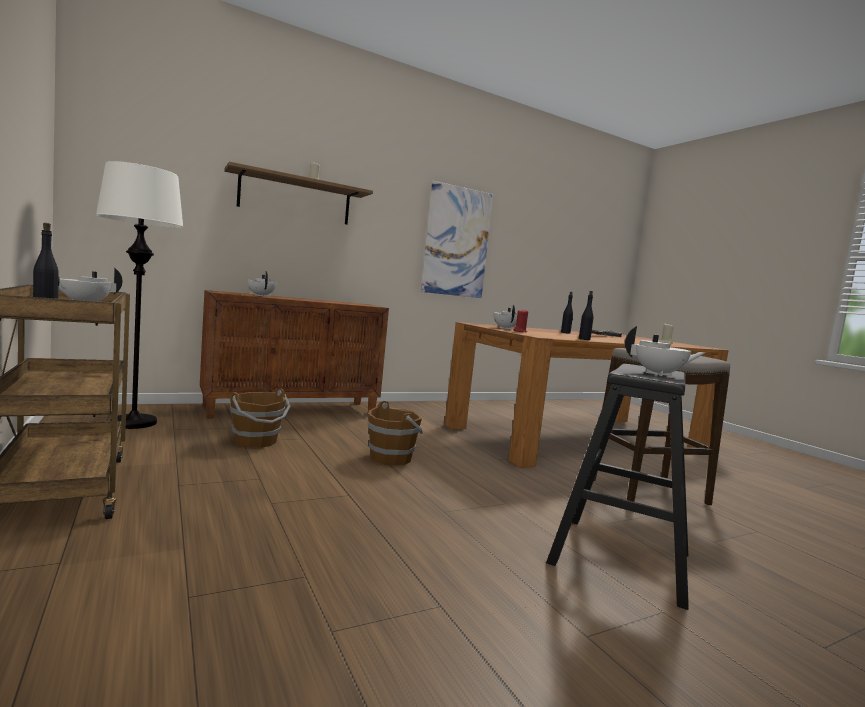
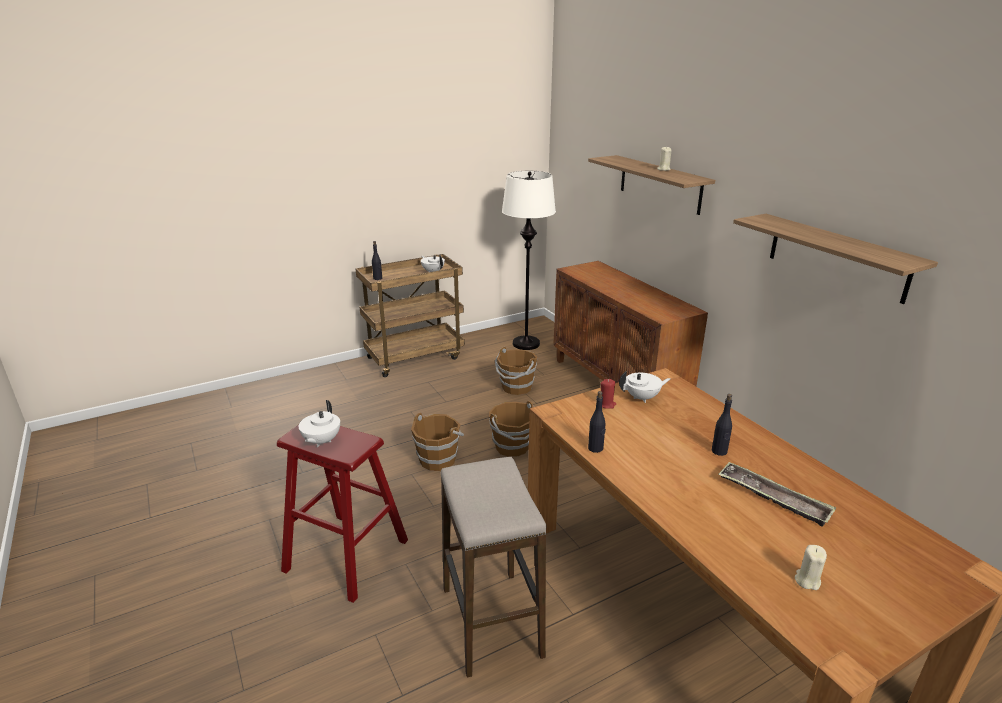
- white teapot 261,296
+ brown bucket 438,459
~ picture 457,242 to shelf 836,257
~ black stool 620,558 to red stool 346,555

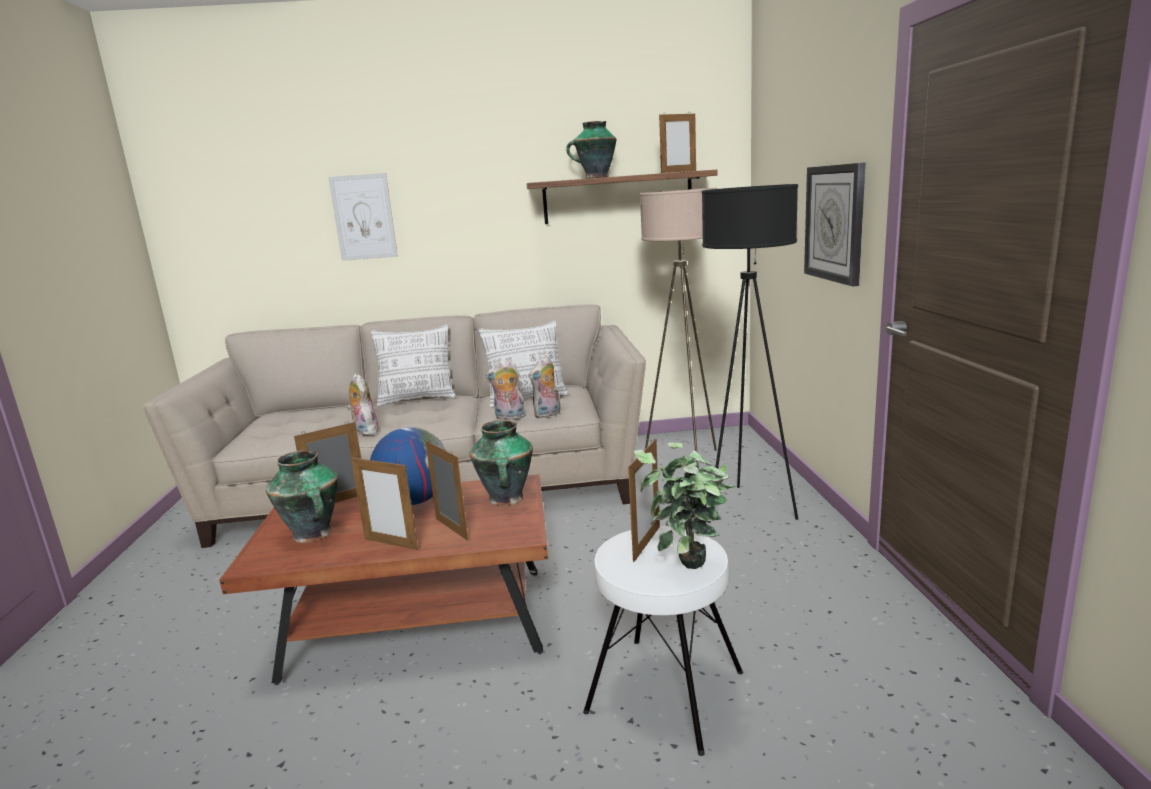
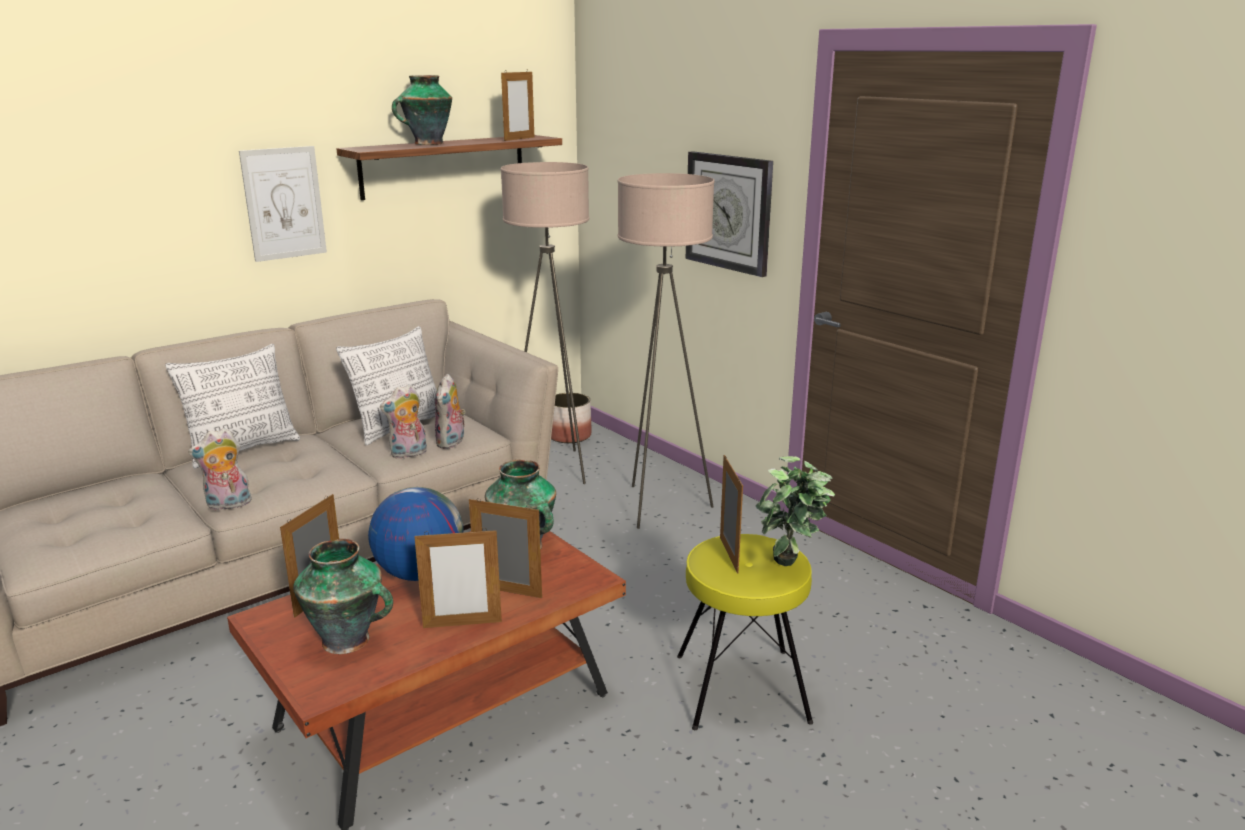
+ planter 570,436
~ picture 363,217 to 284,203
~ white stool 664,690 to yellow stool 740,687
~ black floor lamp 747,508 to beige floor lamp 660,506
~ plush toy 364,431 = 228,505 45 degrees counterclockwise

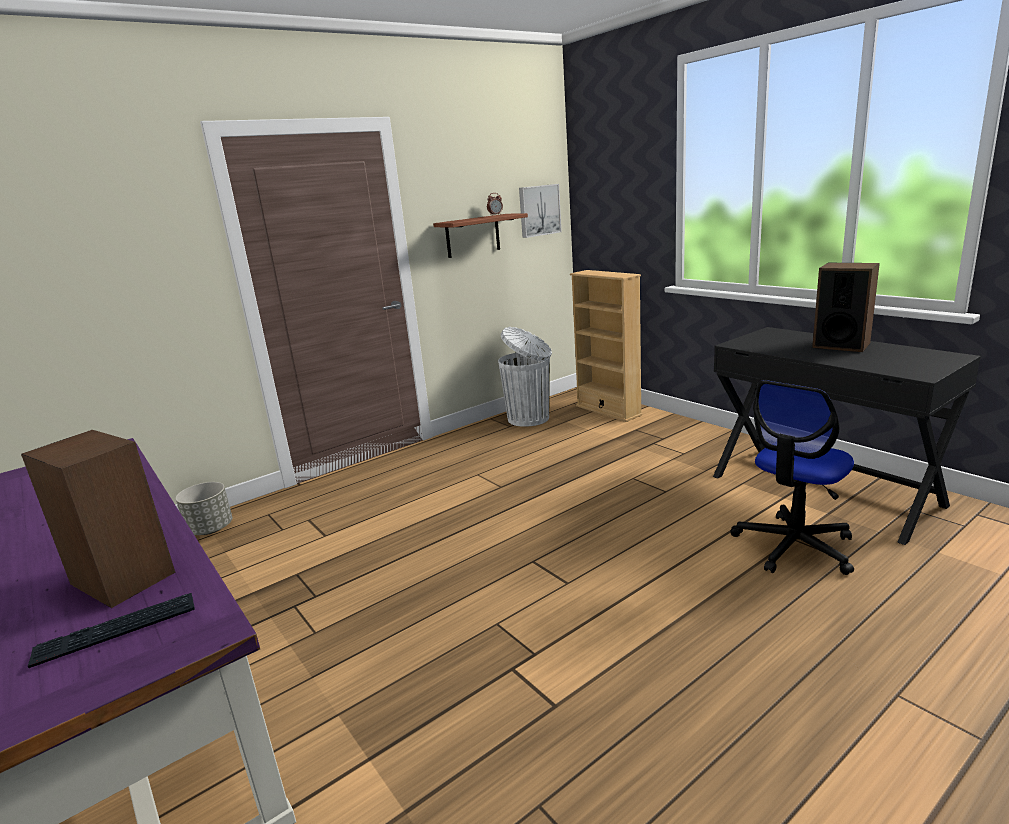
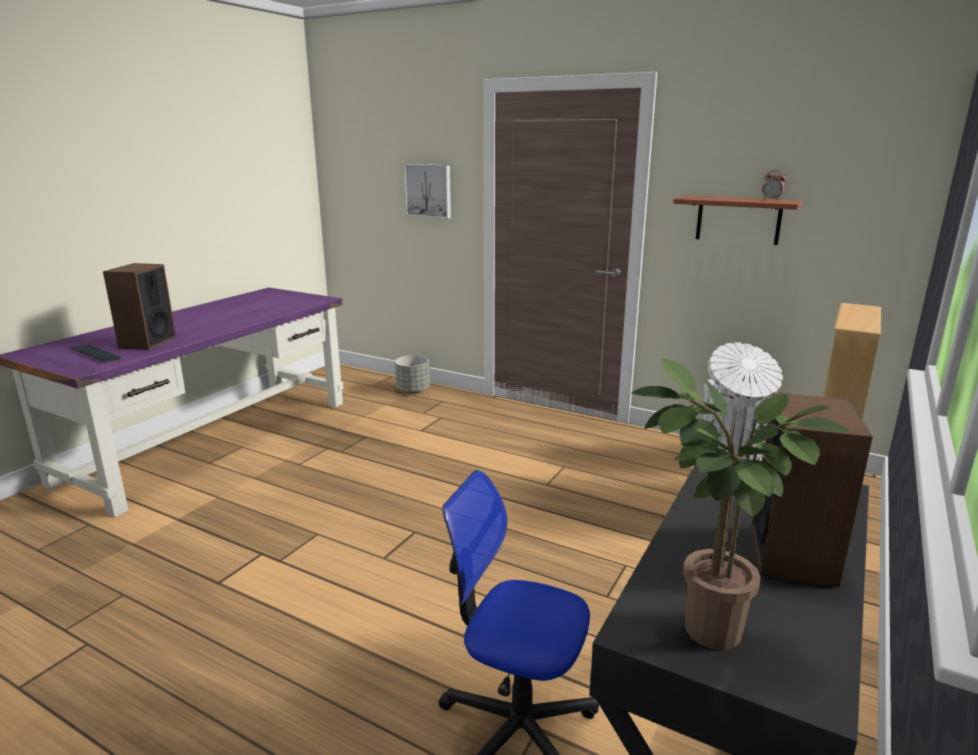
+ potted plant 705,633
~ picture 538,210 to 429,190

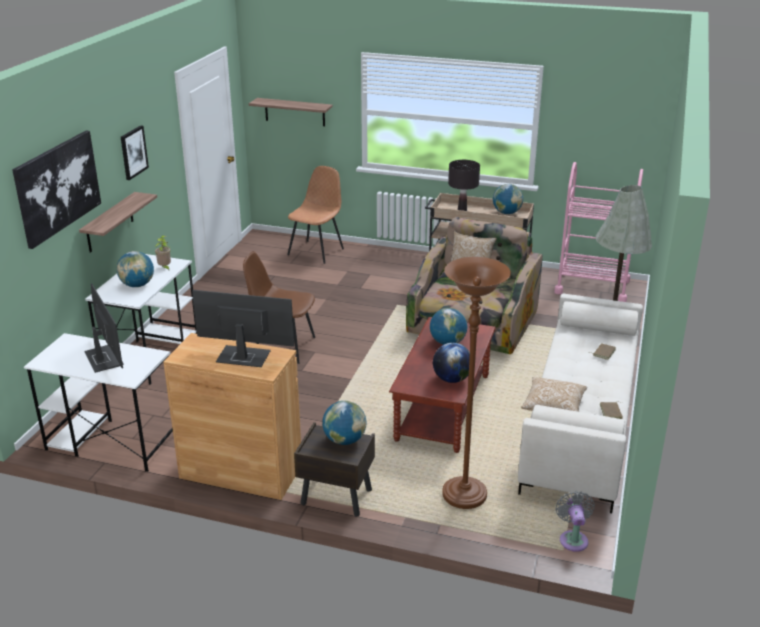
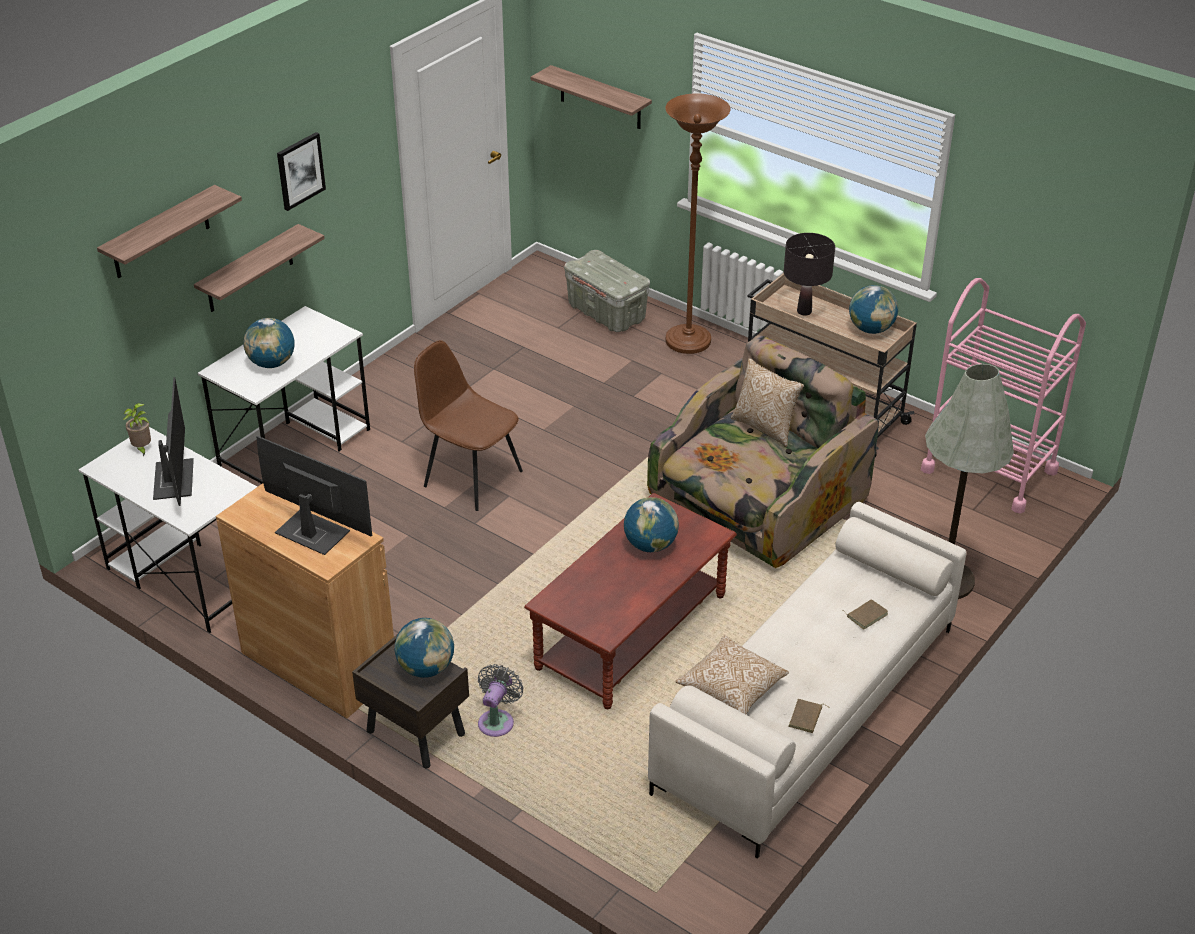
- globe 451,379
~ potted plant 165,268 to 142,449
~ brown floor lamp 464,495 to 688,342
~ grey fan 573,538 to 497,720
~ picture 58,187 to shelf 160,233
~ brown chair 316,251 to grey storage box 607,313

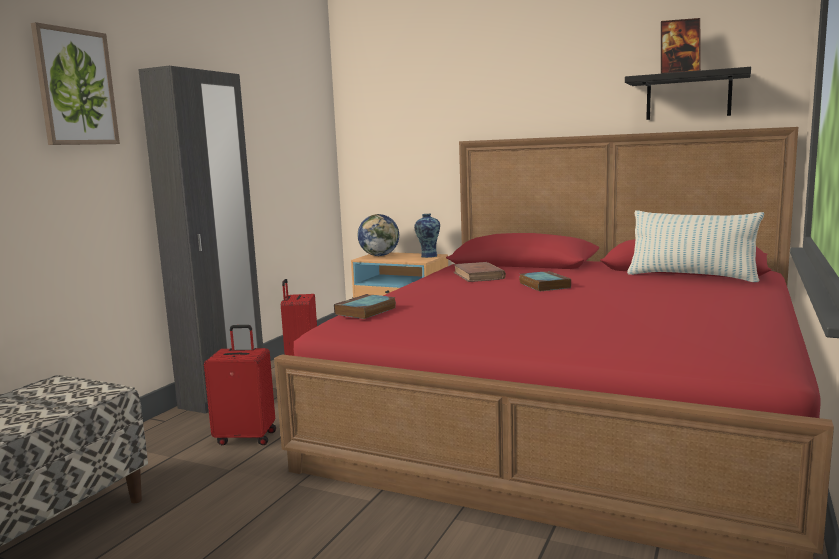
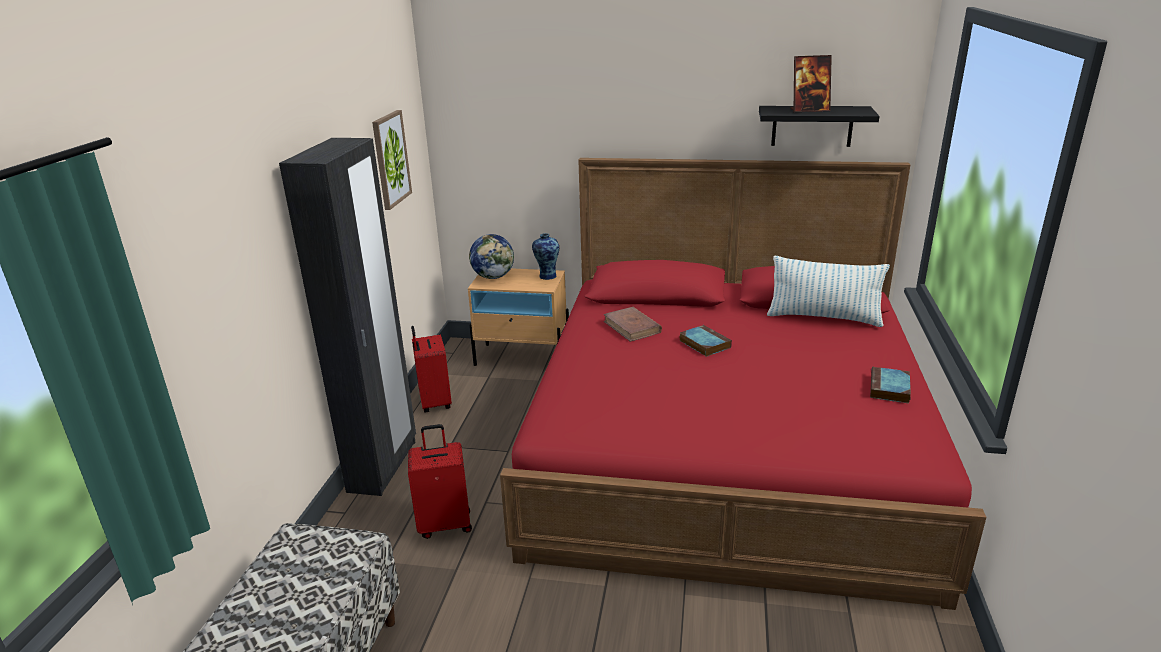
~ picture 75,87 to 390,159
~ book 365,311 to 889,389

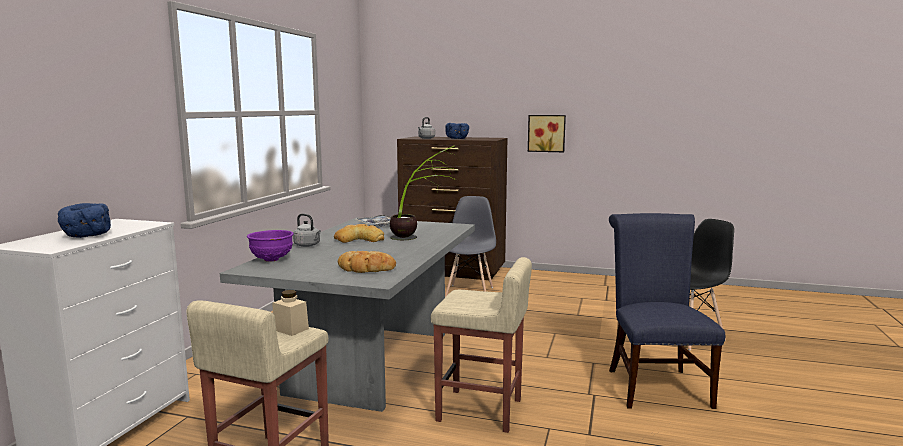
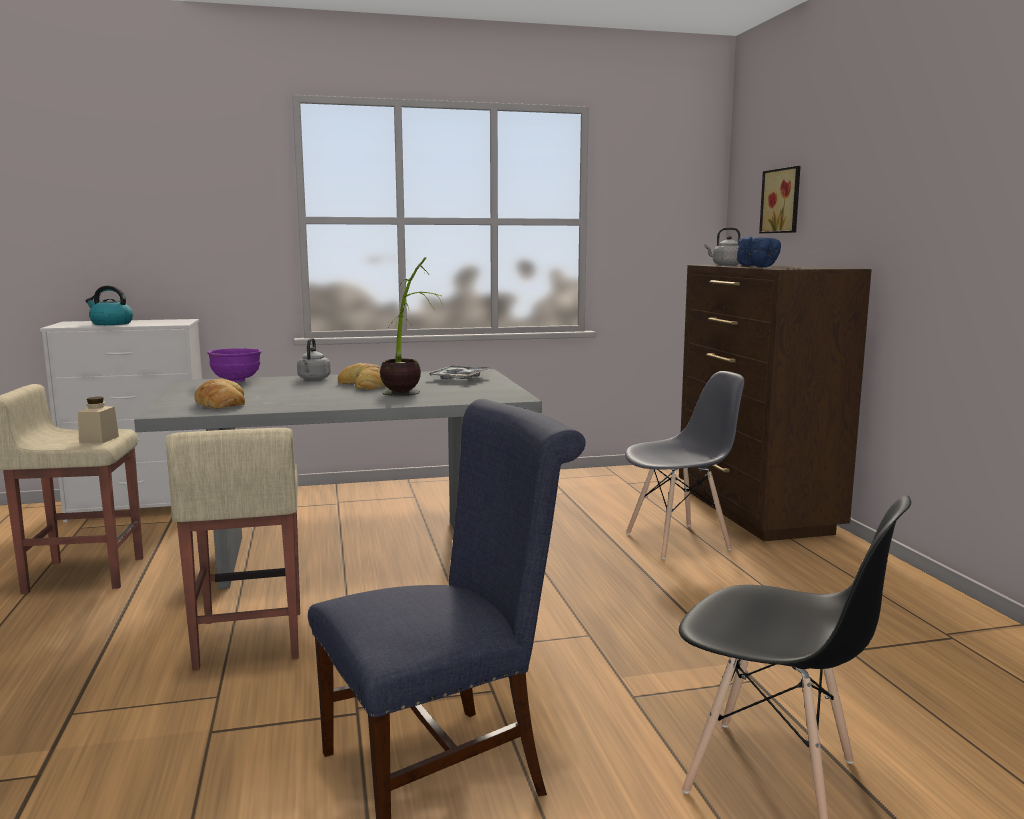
~ picture 546,133 to 783,201
~ blue bowl 86,236 to kettle 111,323

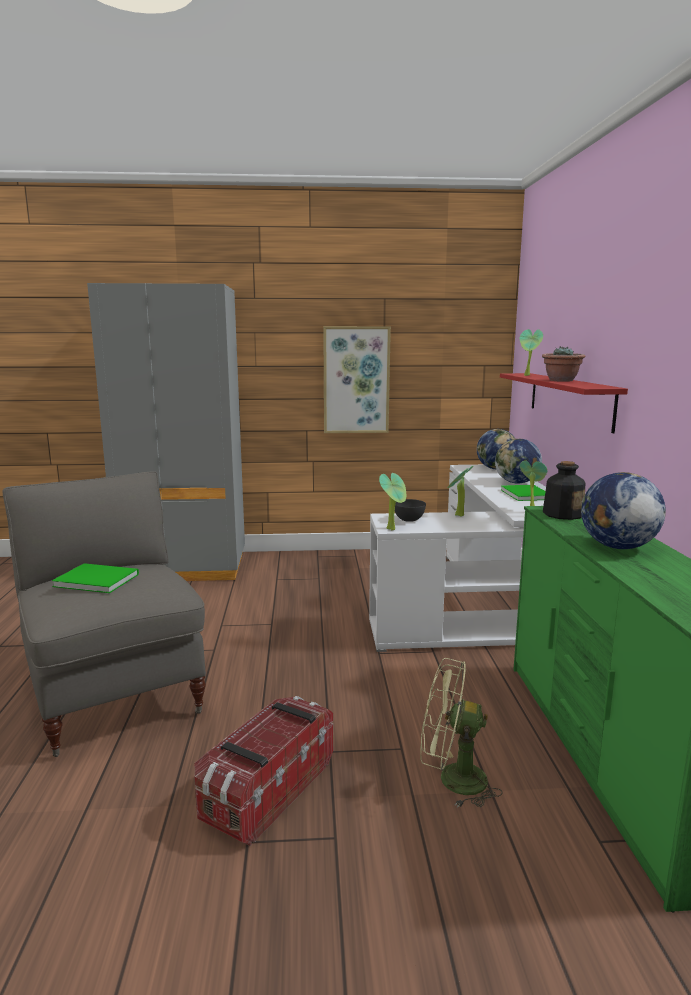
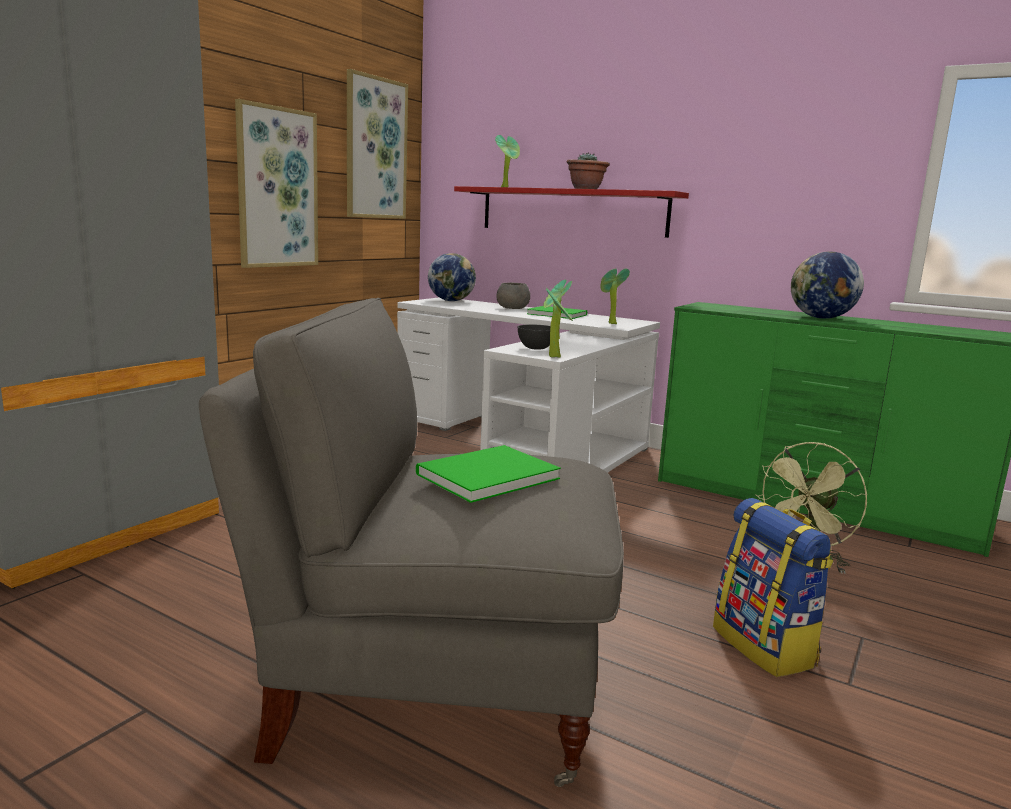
- bottle 562,514
+ picture 375,149
~ storage box 267,790 to backpack 765,646
~ globe 516,483 to grey bowl 513,308

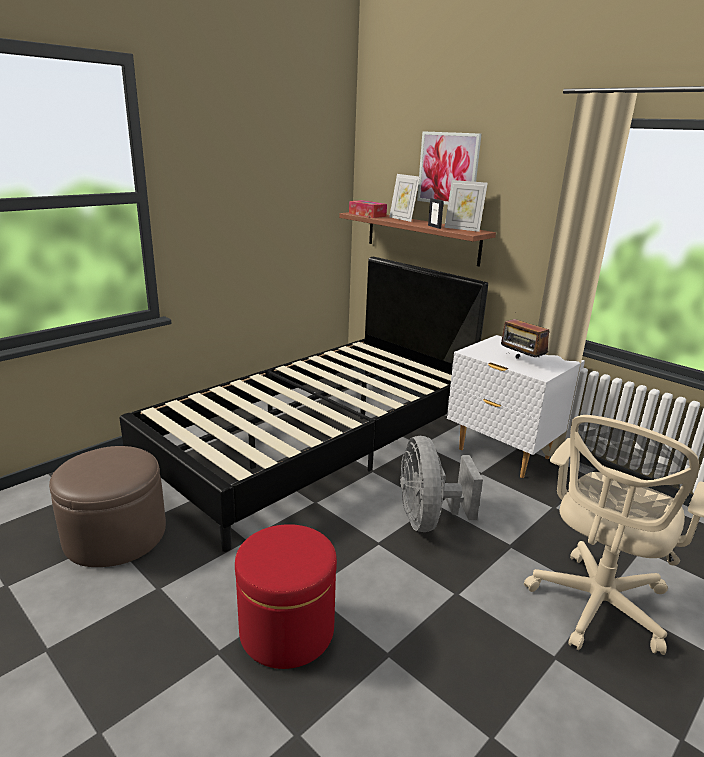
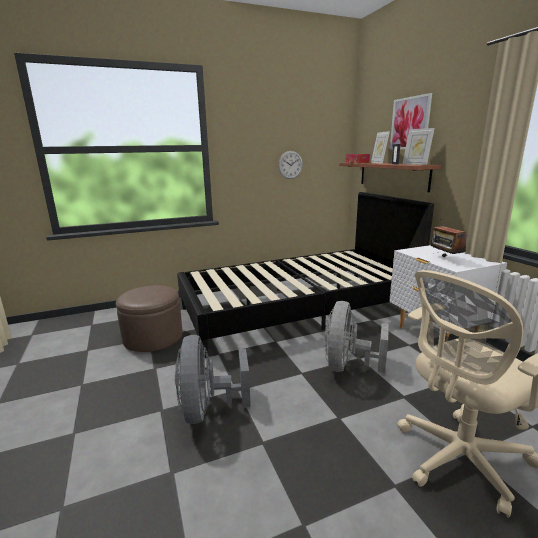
+ wall clock 290,165
~ red ottoman 287,630 to grey fan 208,409

